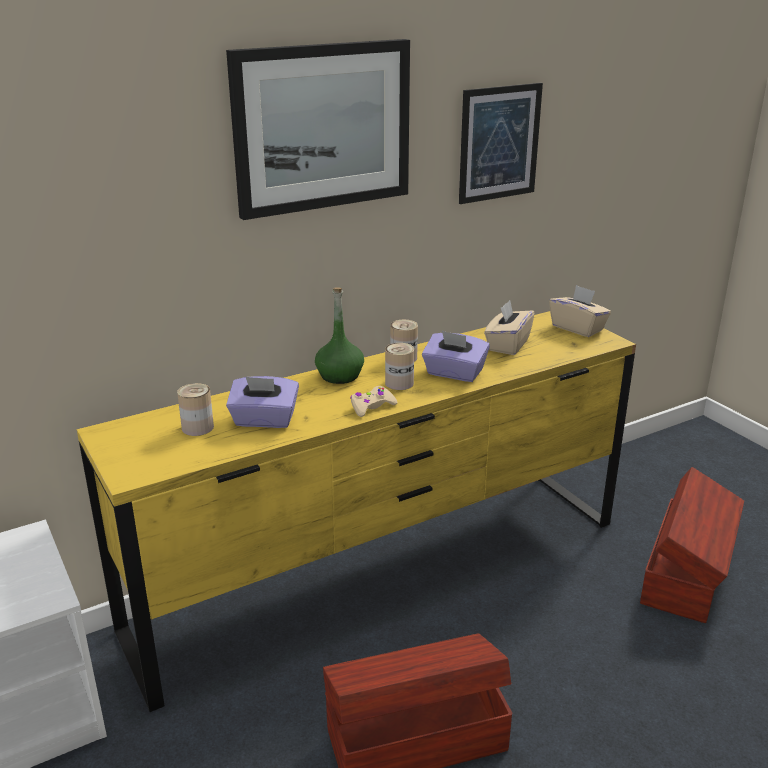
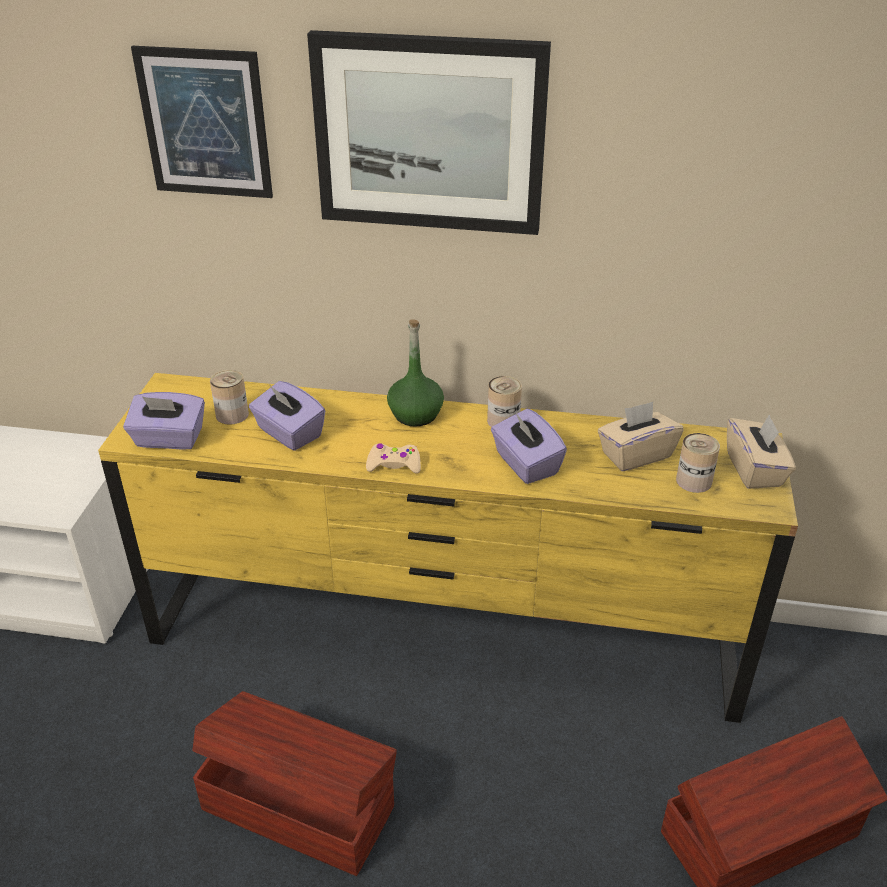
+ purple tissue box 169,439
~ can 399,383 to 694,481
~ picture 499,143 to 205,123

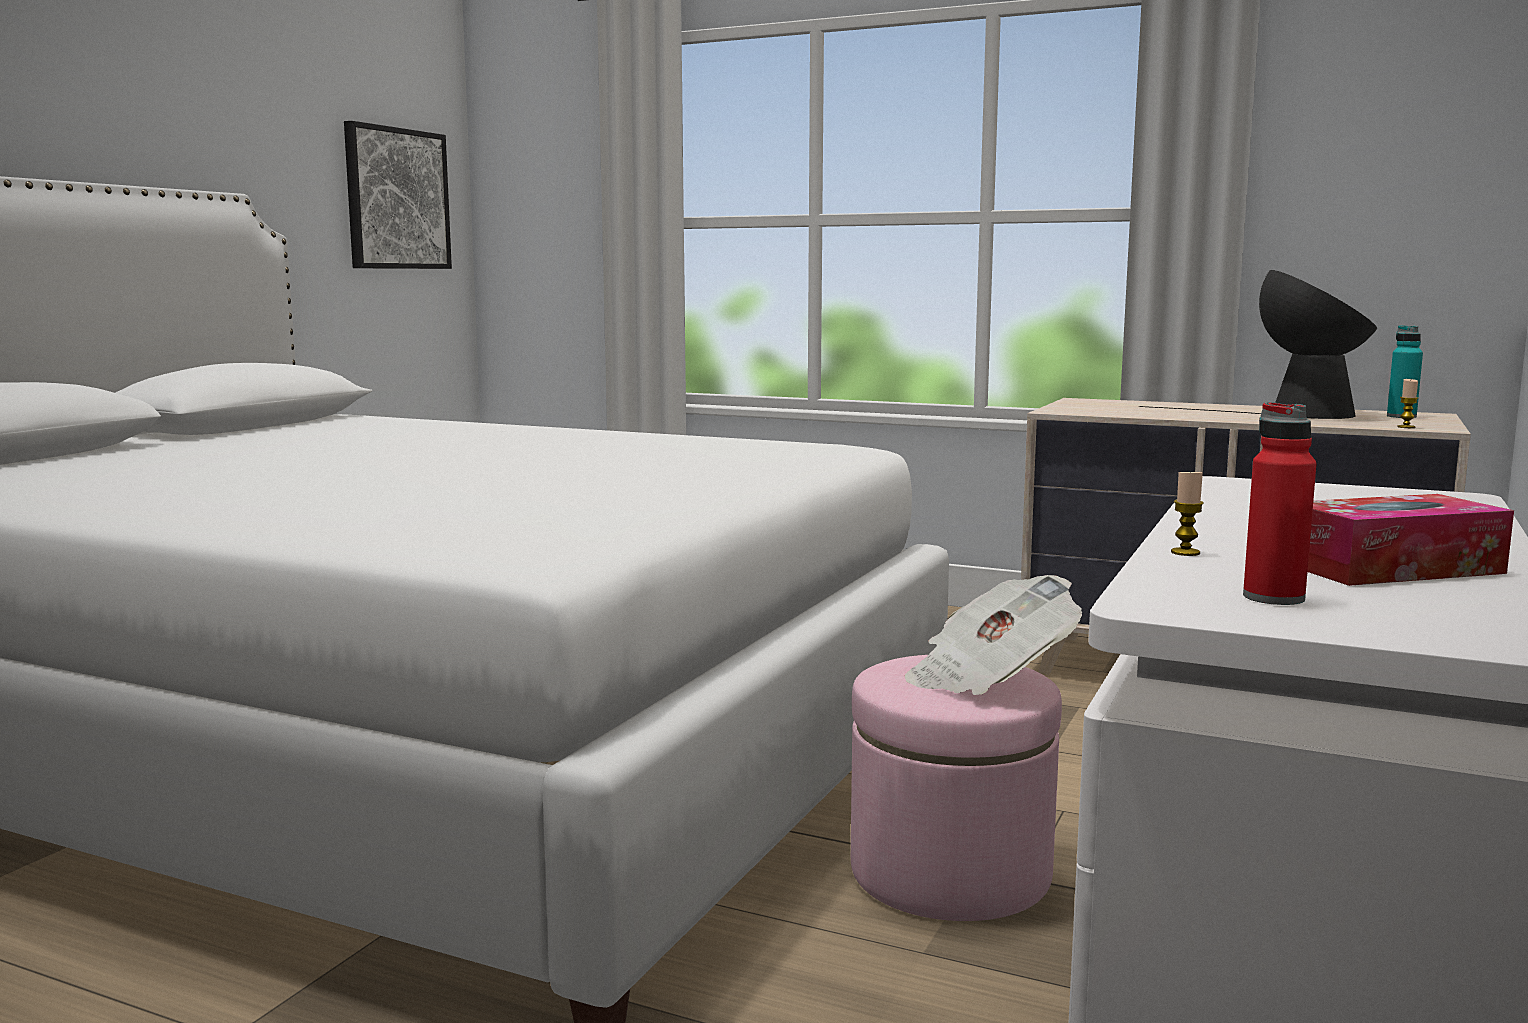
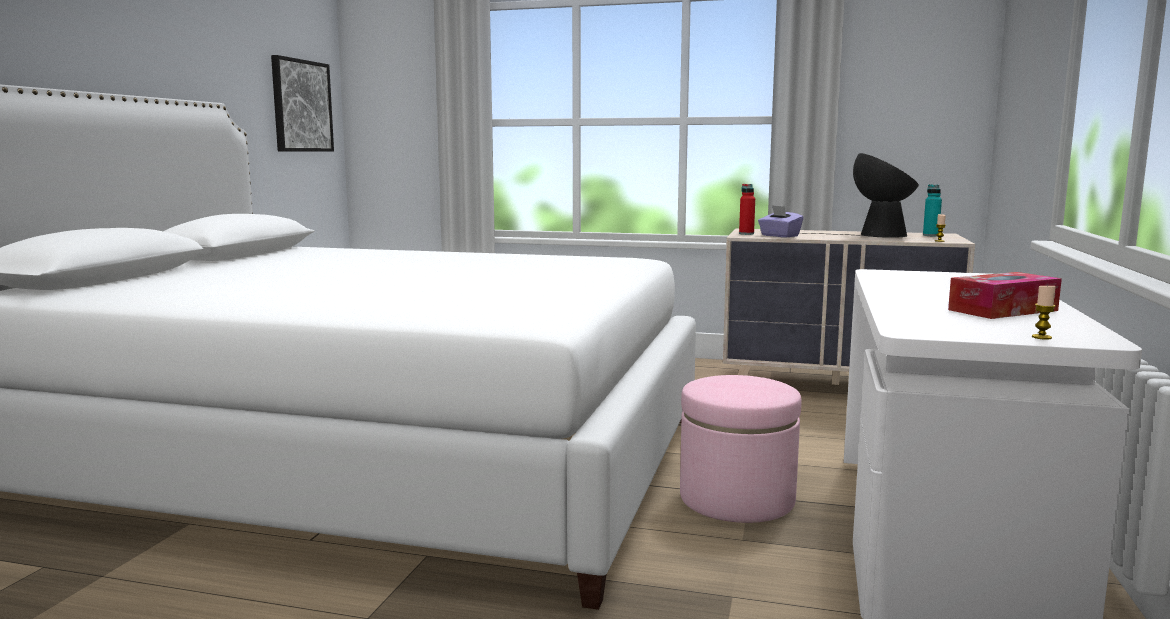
- newspaper 989,678
+ purple tissue box 779,236
~ candle 1185,552 to 1041,337
~ red bottle 1273,598 to 746,234

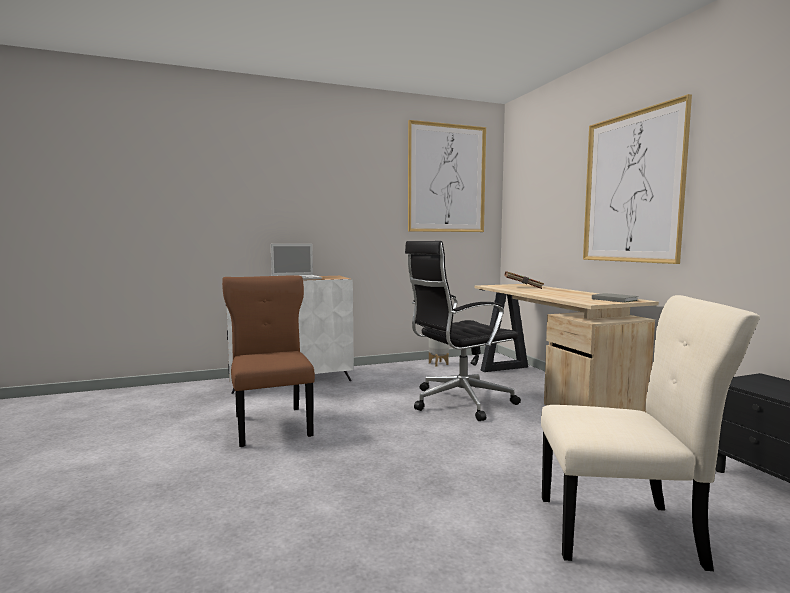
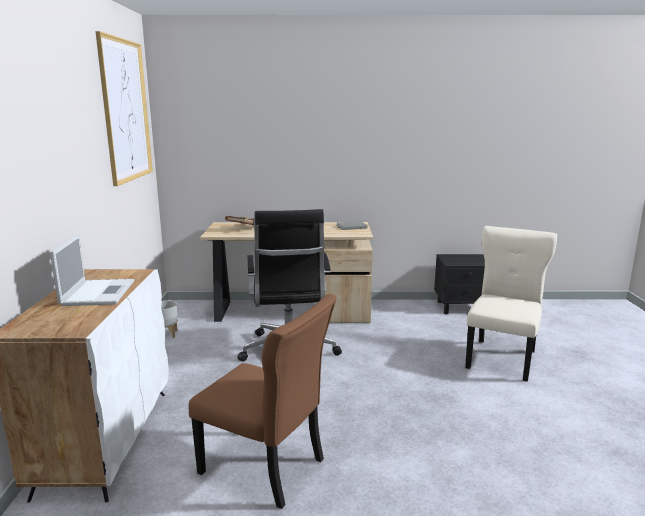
- picture 631,188
~ brown chair 272,424 = 266,468 150 degrees counterclockwise

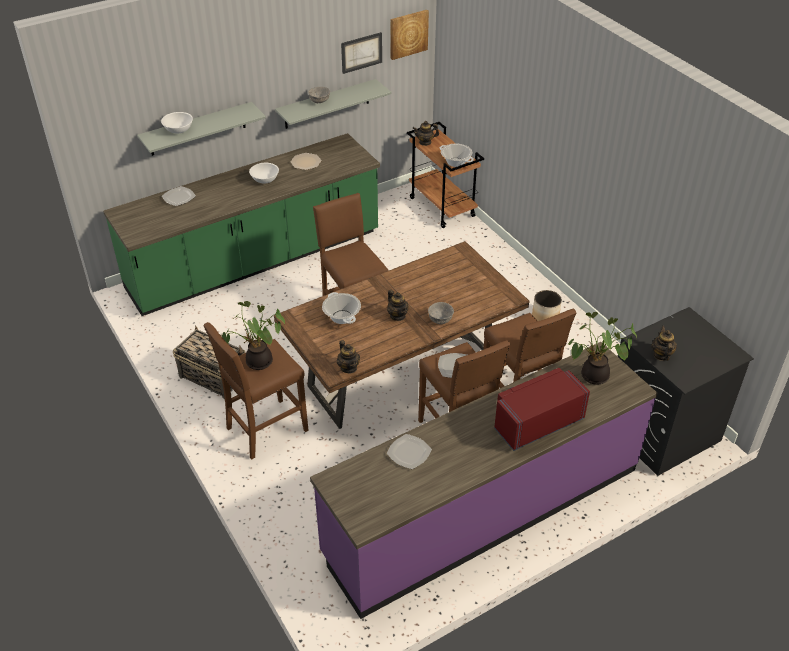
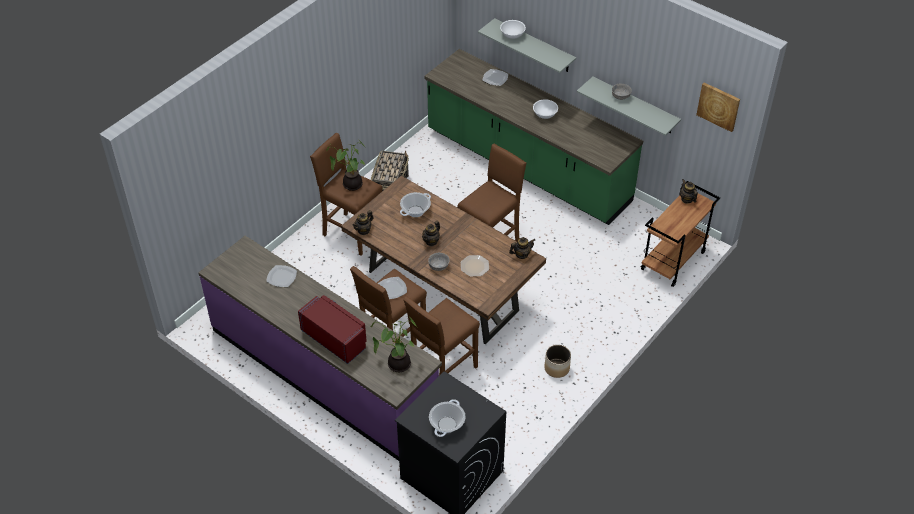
- picture 361,52
~ plate 305,162 to 475,266
~ cooking pot 456,162 to 447,424
~ teapot 661,355 to 521,254

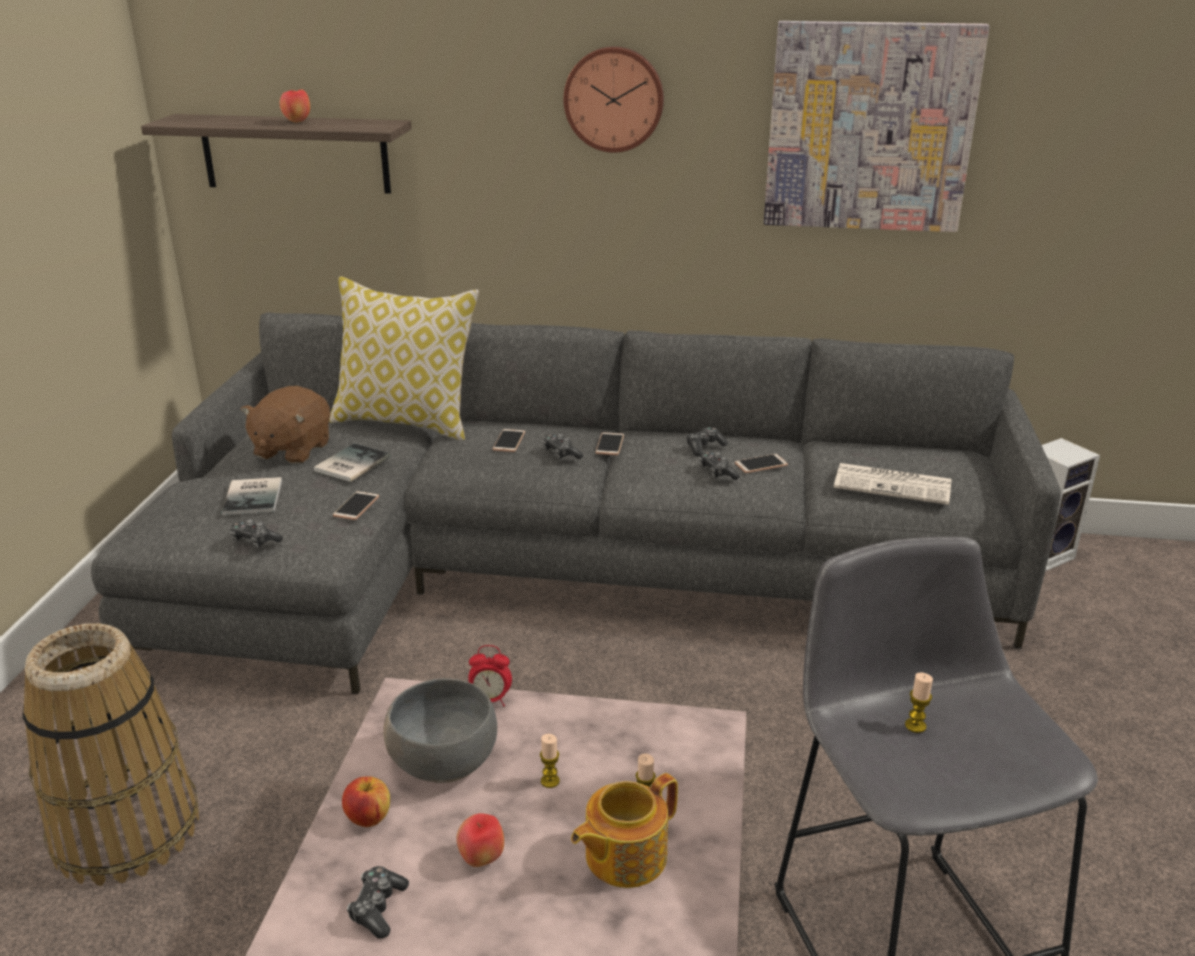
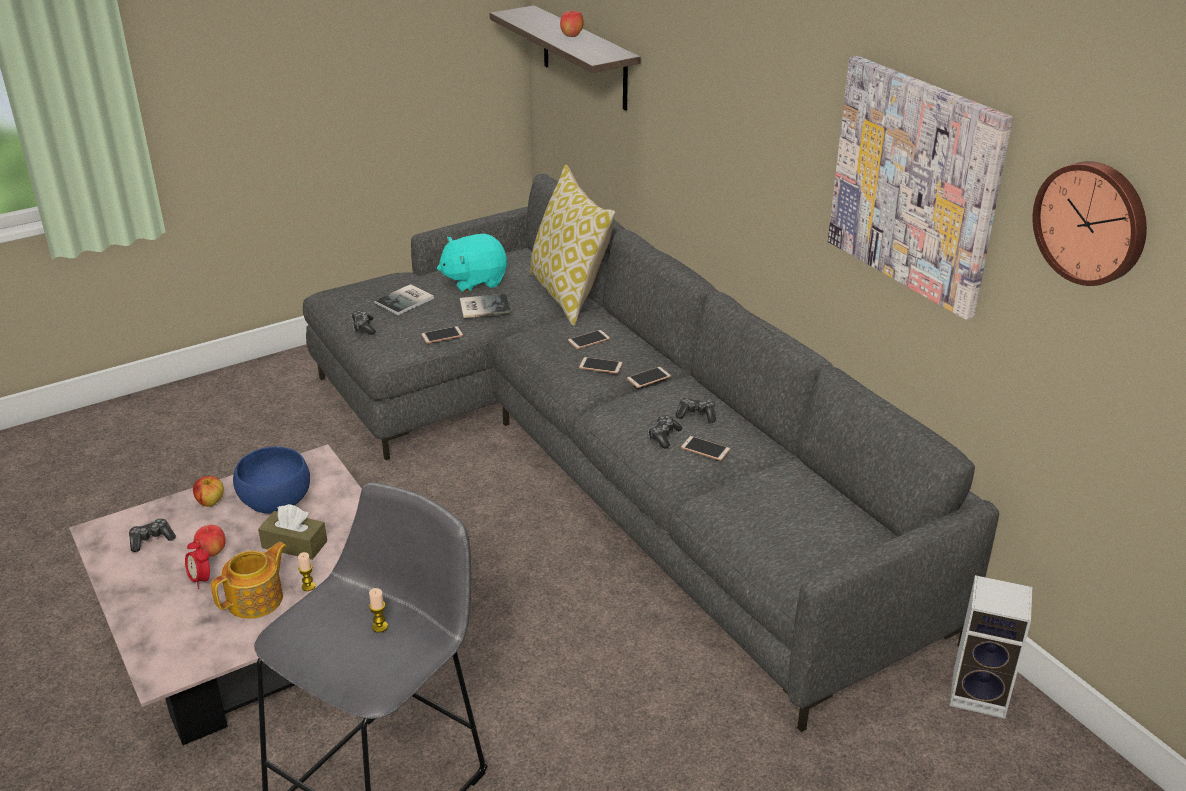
- basket 126,829
- newspaper 894,485
~ alarm clock 490,700 to 201,580
~ wall clock 614,99 to 1092,222
~ candle 550,781 to brown tissue box 294,544
~ game controller 561,454 to phone 600,366
~ brown plush toy 291,450 to turquoise plush toy 474,281
~ grey bowl 443,761 to blue bowl 276,501
~ teapot 623,856 = 257,599 120 degrees clockwise

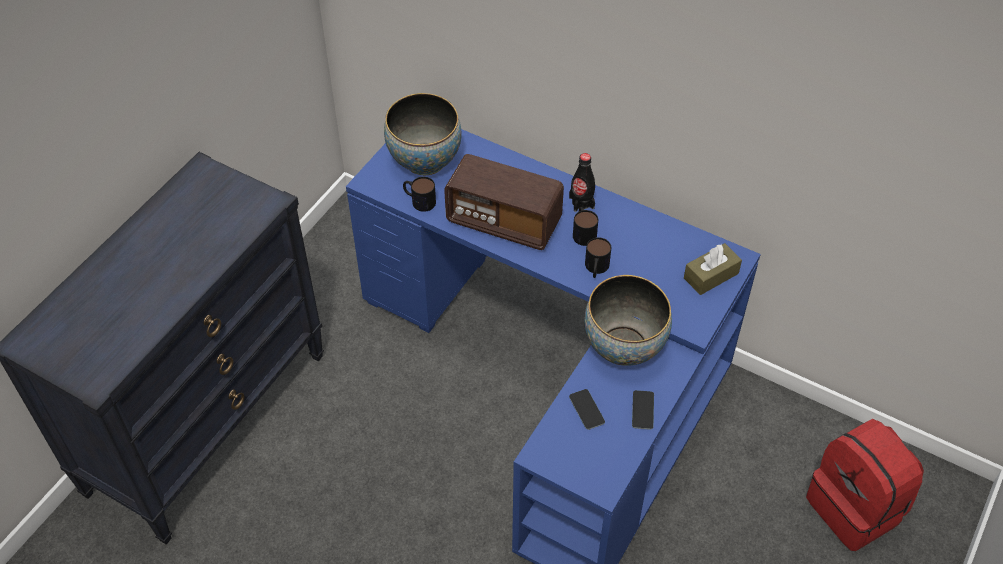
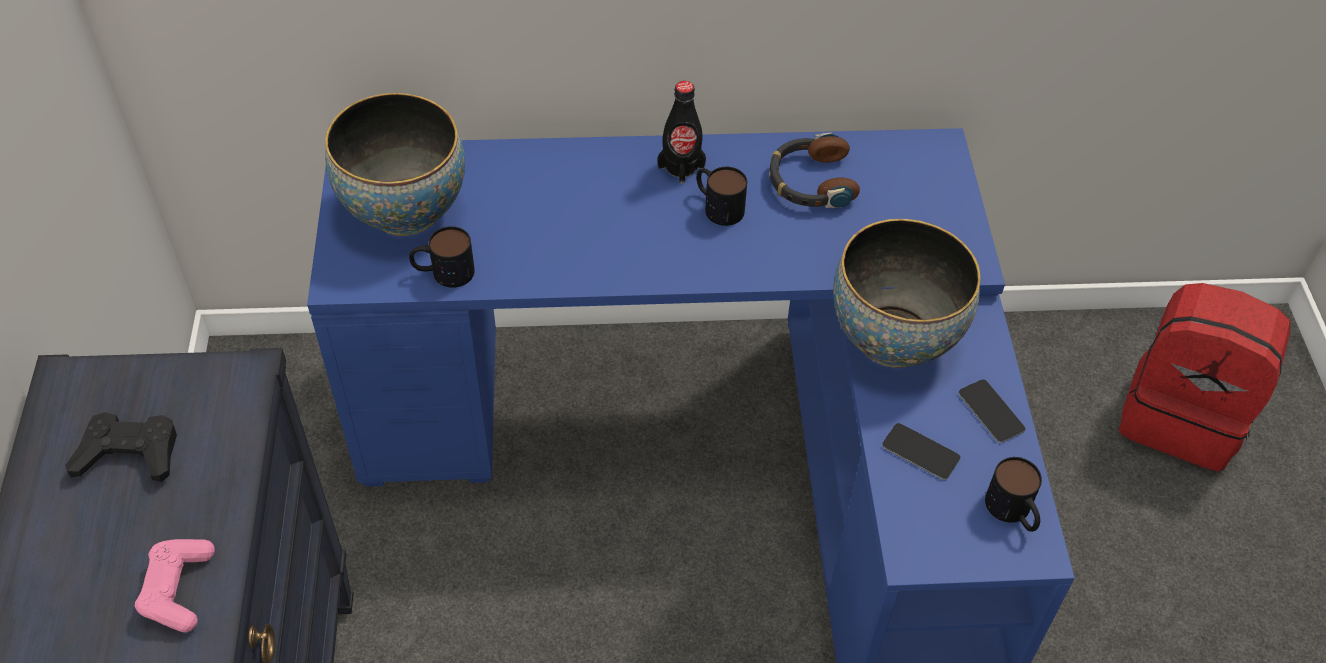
- radio 504,222
- brown tissue box 711,276
+ black game controller 129,453
+ pink game controller 178,590
+ headphones 810,181
~ mug 596,269 to 1013,512

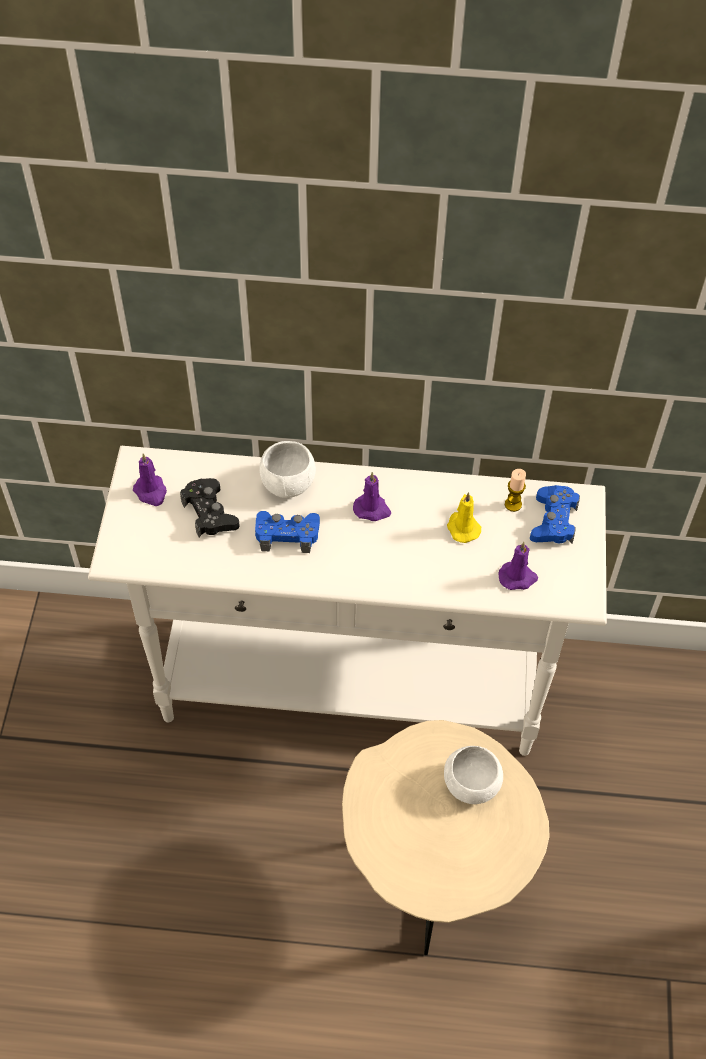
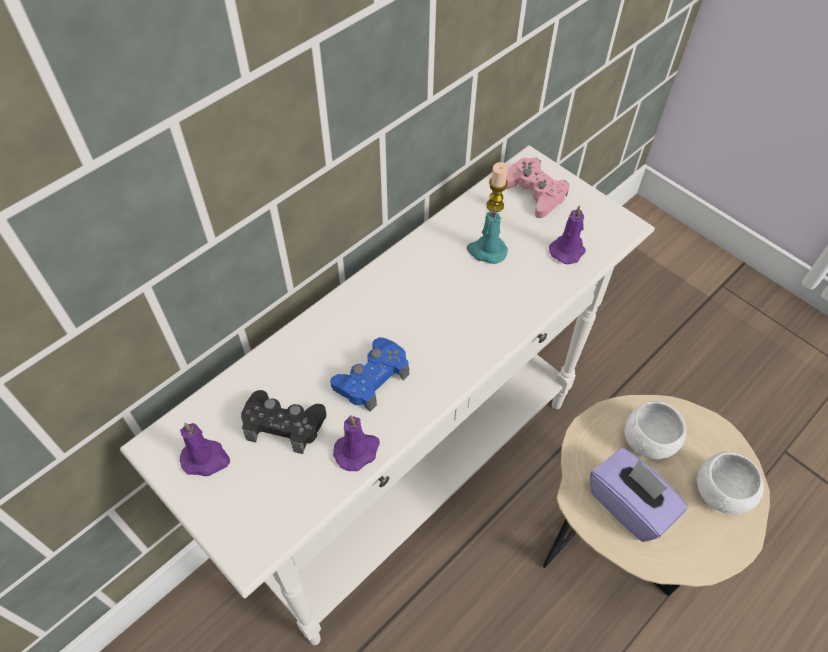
+ purple tissue box 629,504
~ white bowl 288,483 to 721,492
~ purple candle 372,509 to 357,451
~ yellow candle 462,527 to turquoise candle 486,251
~ blue game controller 553,521 to pink game controller 534,193

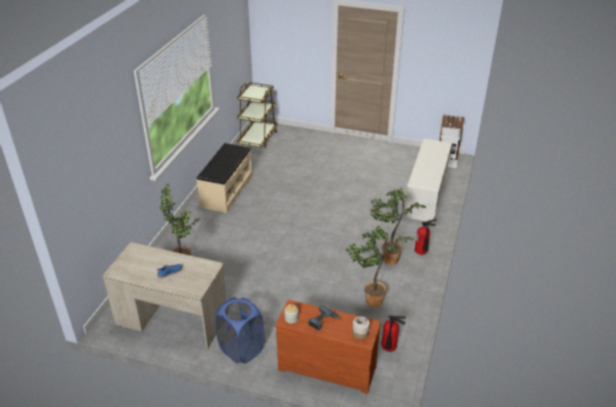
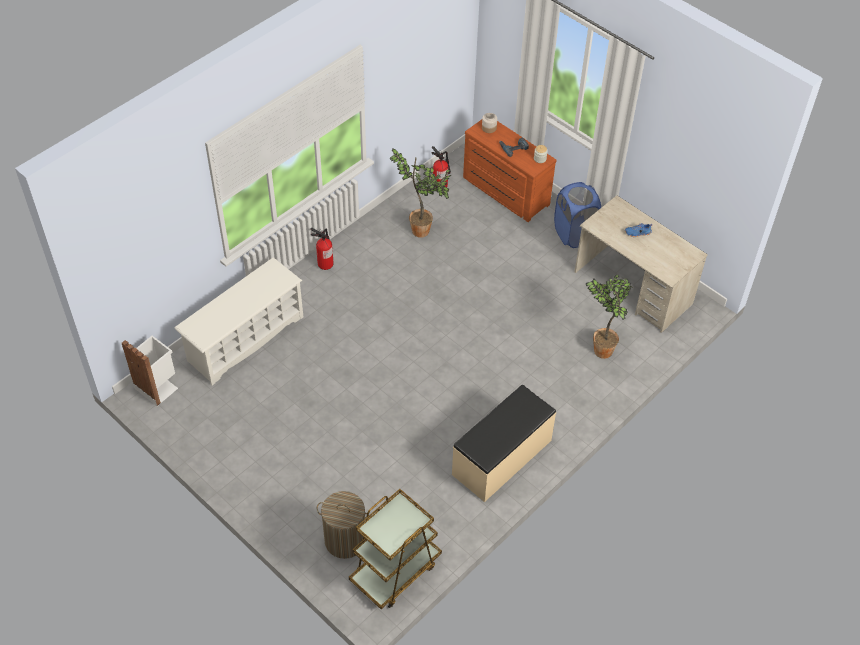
- potted plant 388,260
+ laundry basket 345,540

